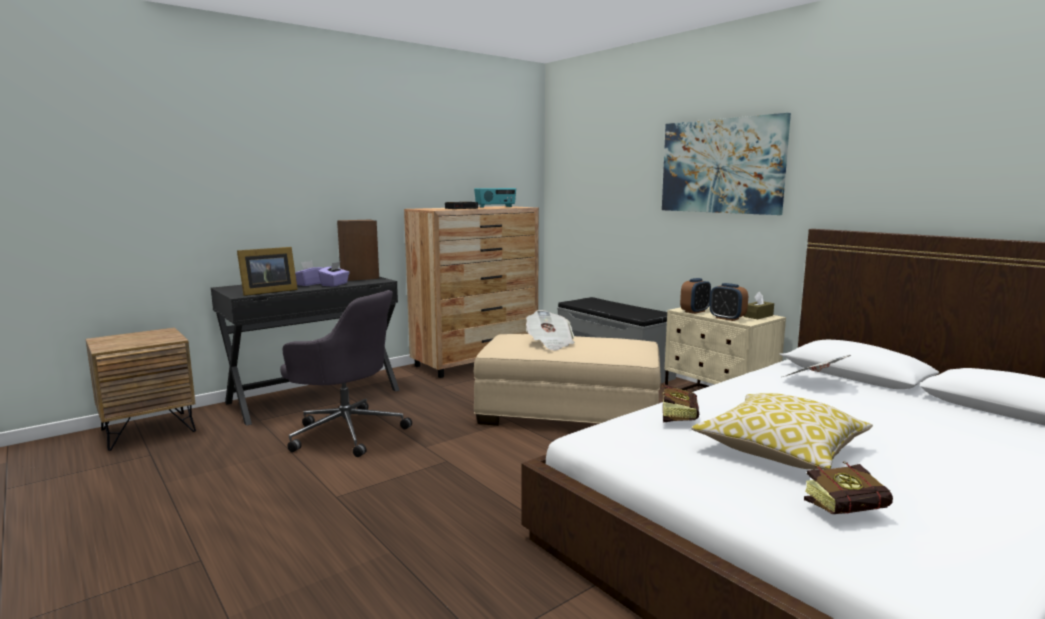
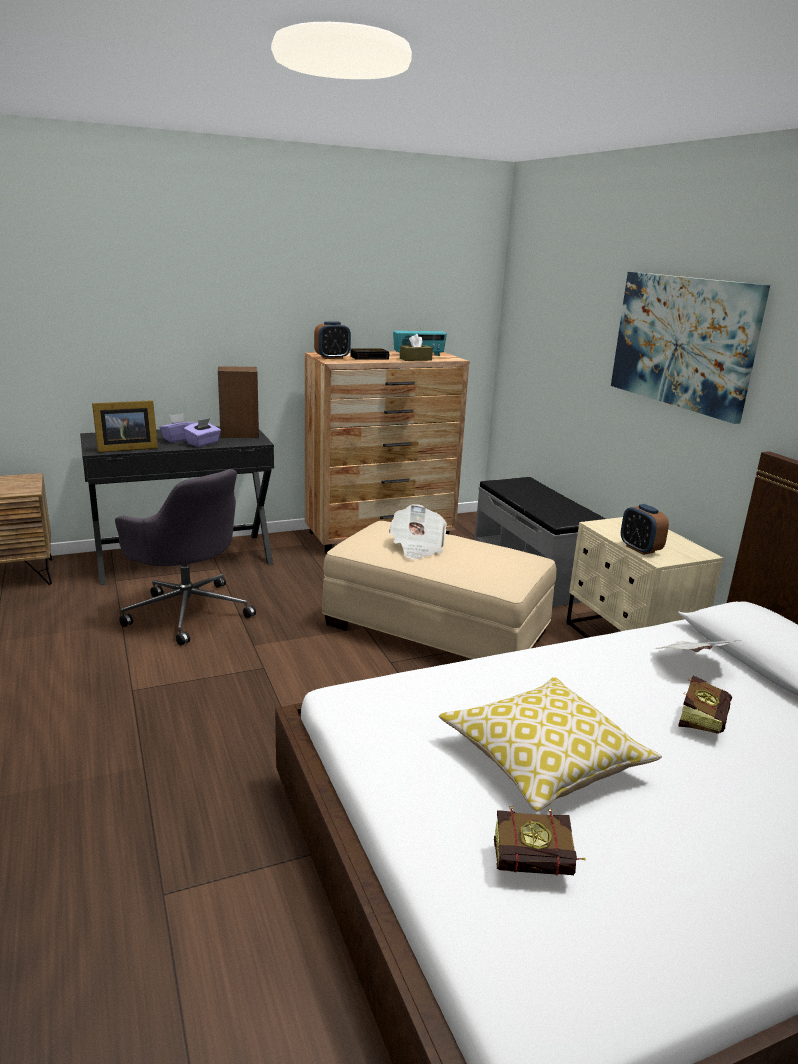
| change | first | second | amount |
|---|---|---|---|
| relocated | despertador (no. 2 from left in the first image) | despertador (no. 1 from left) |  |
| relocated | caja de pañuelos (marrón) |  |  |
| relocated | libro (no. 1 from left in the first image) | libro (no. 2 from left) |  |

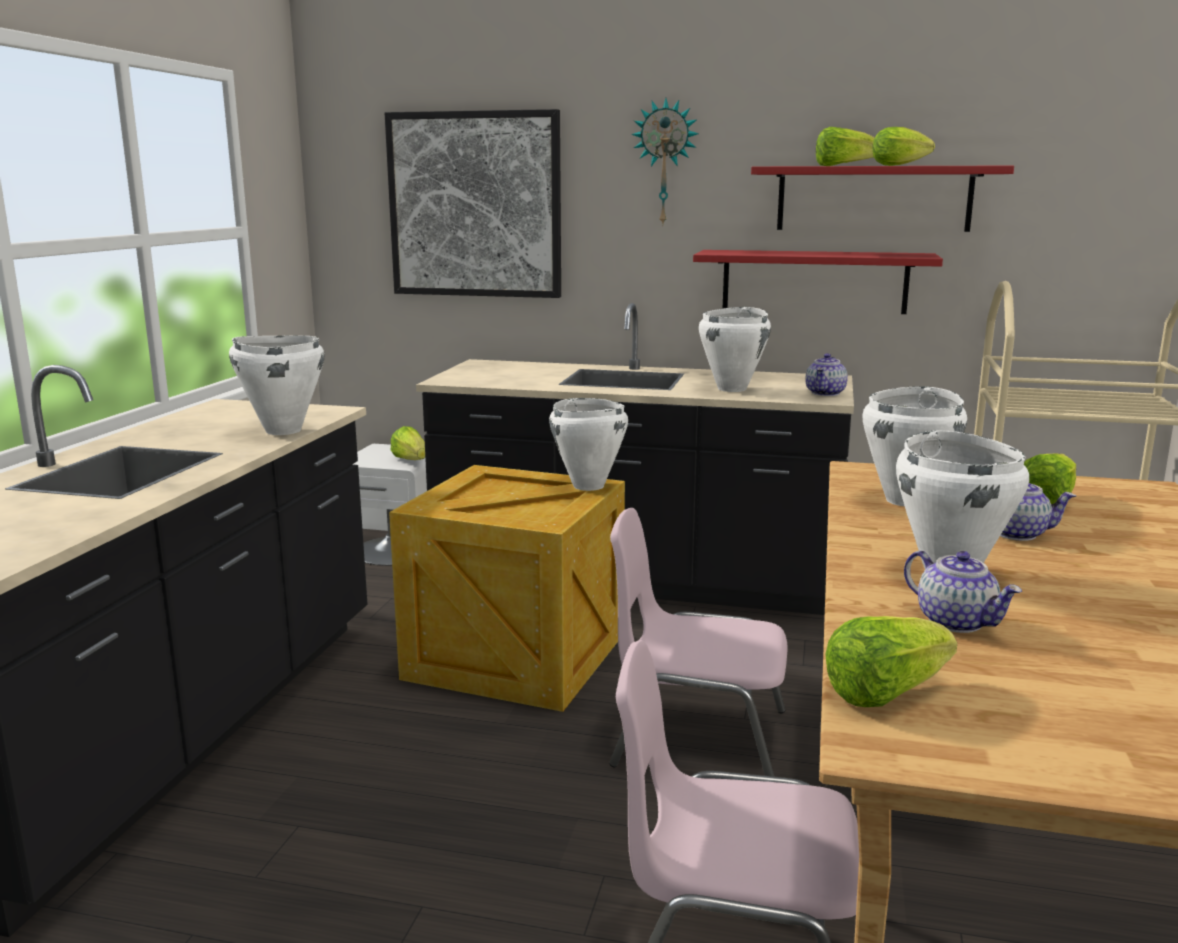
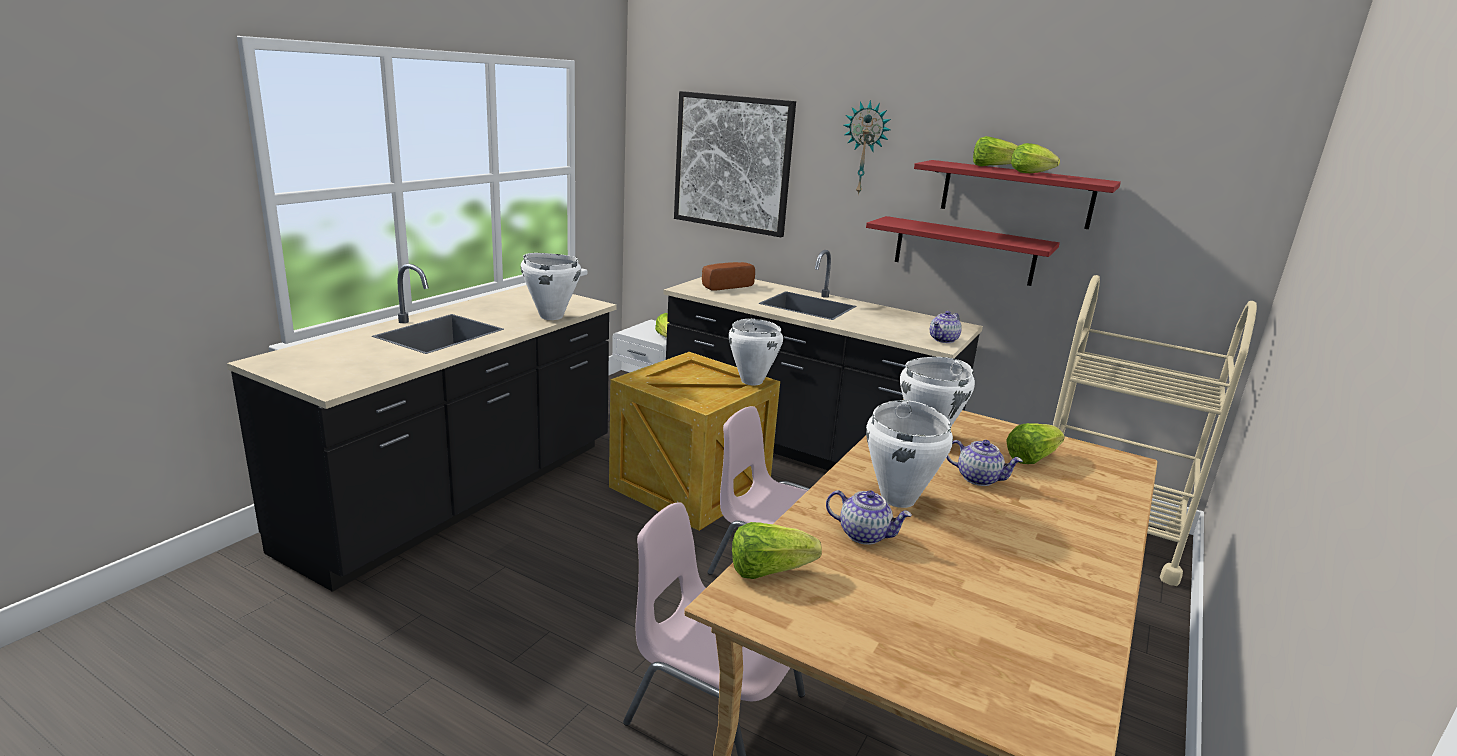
| change | first | second | amount |
|---|---|---|---|
| missing | olla (blanco) (no. 3 from left) |  |  |
| spun | tetera (no. 2 from left in the first image) | tetera (no. 1 from left) | 45 degrees counterclockwise |
| appeared |  | pan |  |

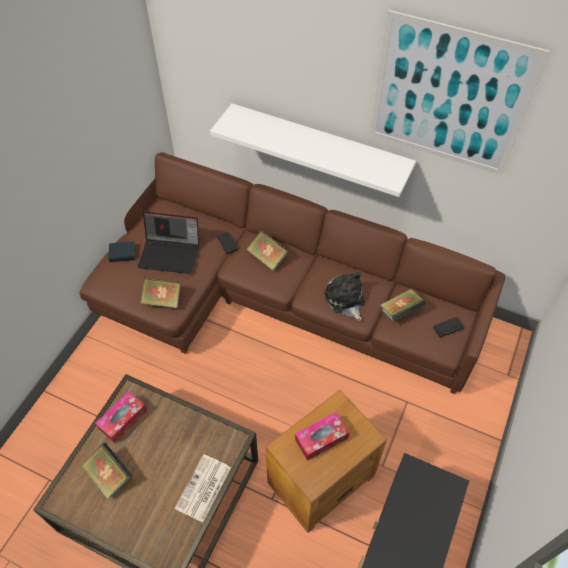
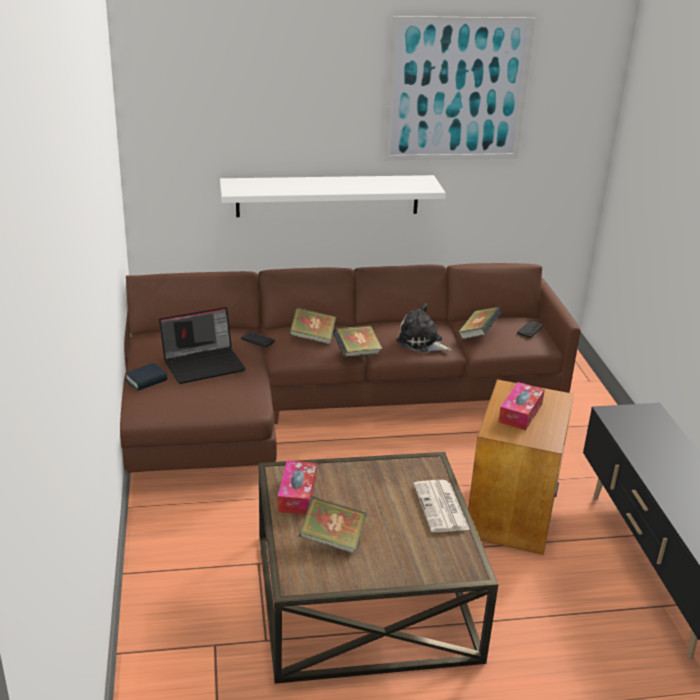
| change | first | second | amount |
|---|---|---|---|
| relocated | libro (no. 3 from left in the first image) | libro (no. 4 from left) |  |

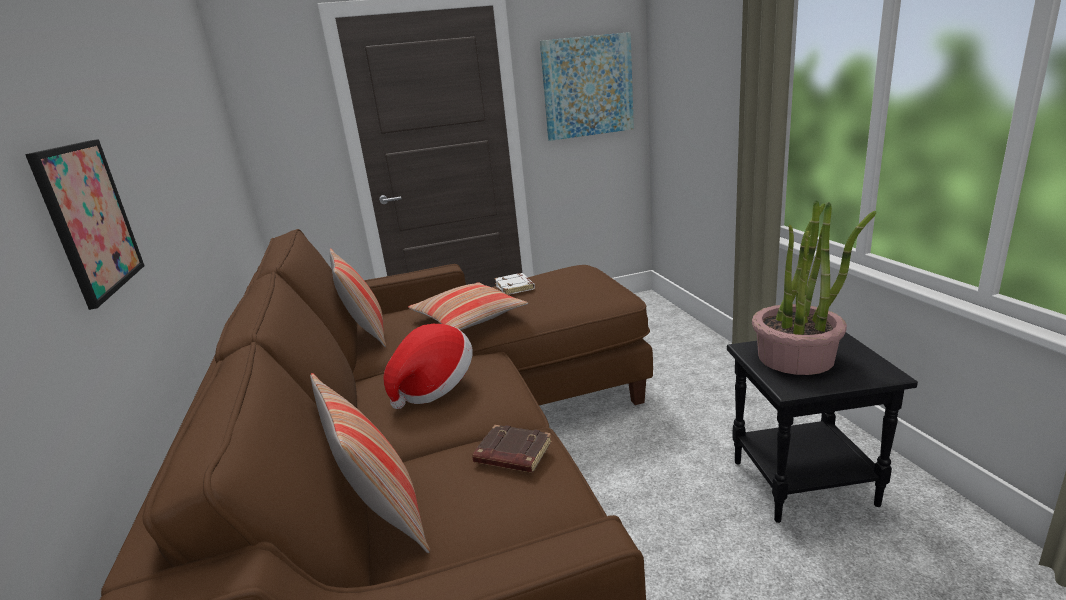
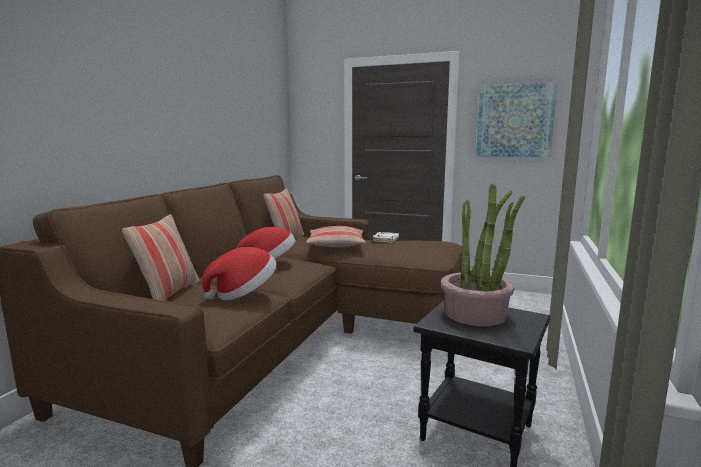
| change | first | second | amount |
|---|---|---|---|
| missing | cuadro (no. 1 from left) |  |  |
| exchanged | libro (marrón) | sombrero (no. 1 from left) |  |

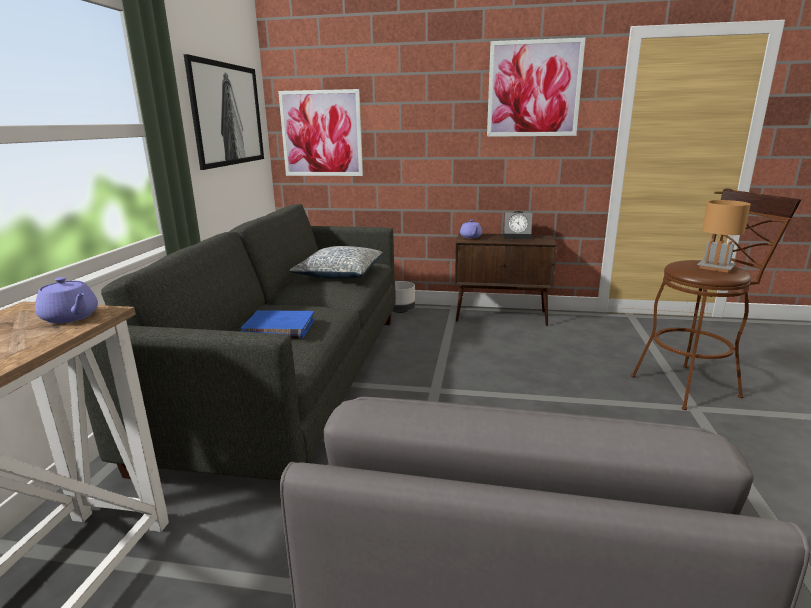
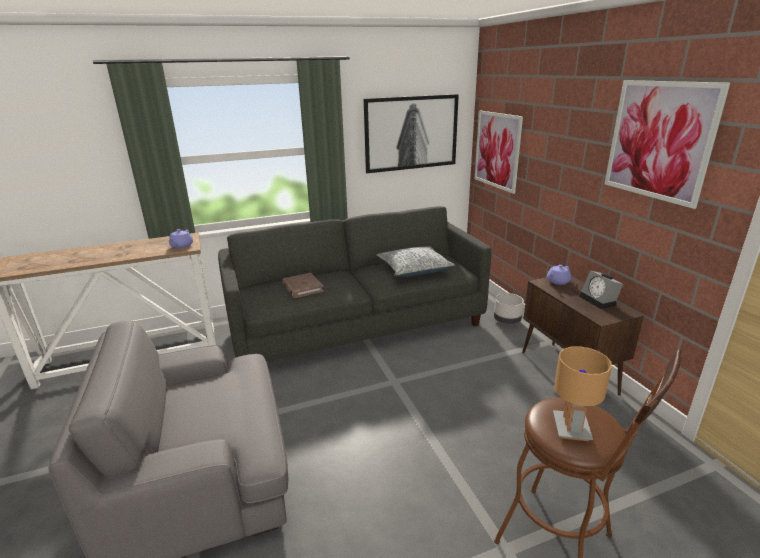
| change | first | second | amount |
|---|---|---|---|
| colour | libro (azul) | libro (marrón) |  |

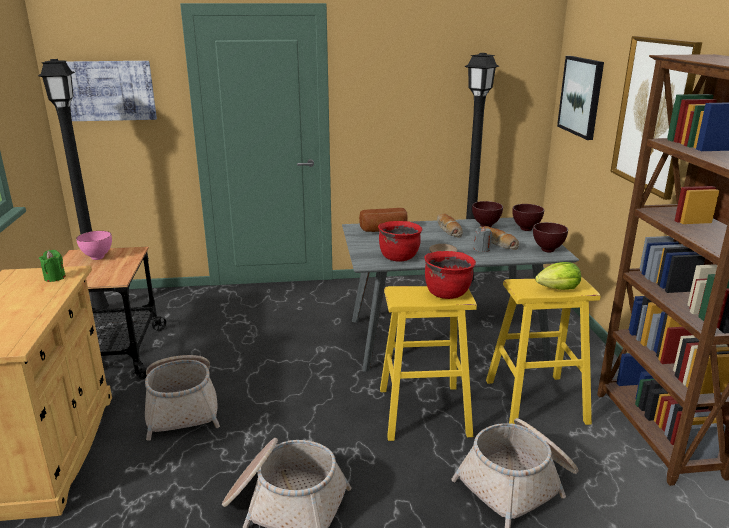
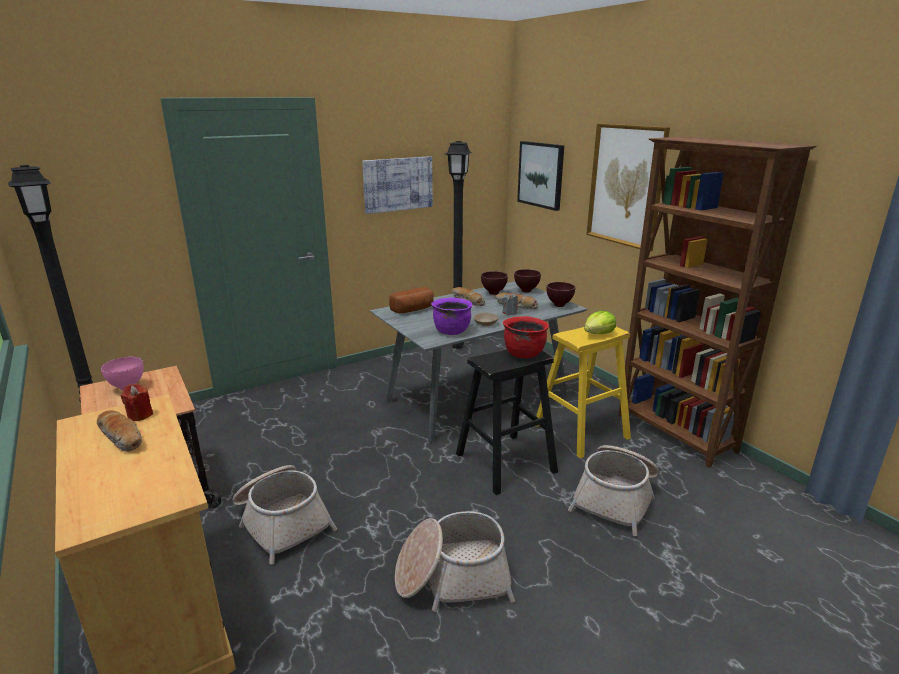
| change | first | second | amount |
|---|---|---|---|
| relocated | cuadro (no. 1 from left) |  |  |
| colour | olla (rojo) (no. 1 from left) | olla (morado) |  |
| colour | vela (verde) | vela (rojo) |  |
| colour | taburete (amarillo) (no. 1 from left) | taburete (negro) |  |
| appeared |  | pan (no. 1 from left) |  |

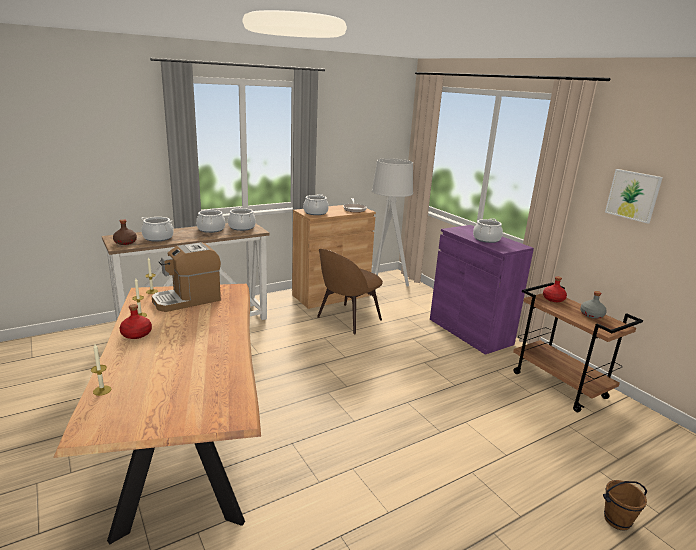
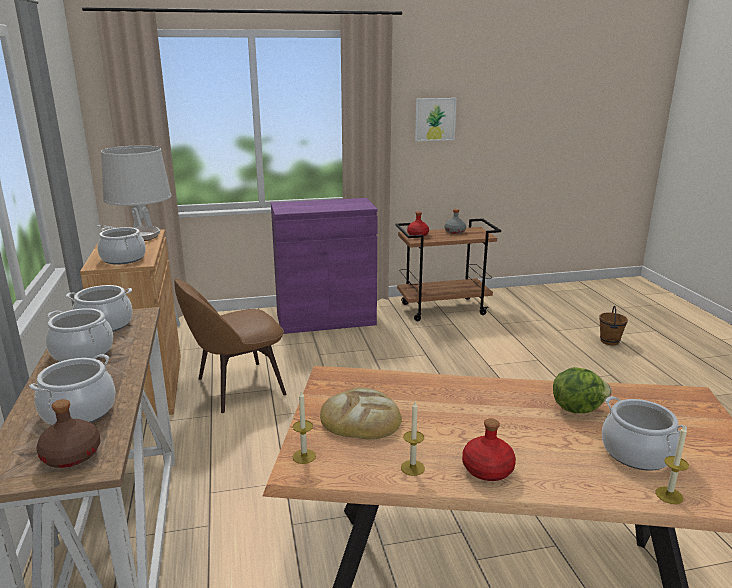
| change | first | second | amount |
|---|---|---|---|
| relocated | olla (no. 5 from left) |  |  |
| exchanged | cafetera | pan |  |
| spun | silla (marrón) |  | 90 degrees clockwise |
| appeared |  | lechuga |  |

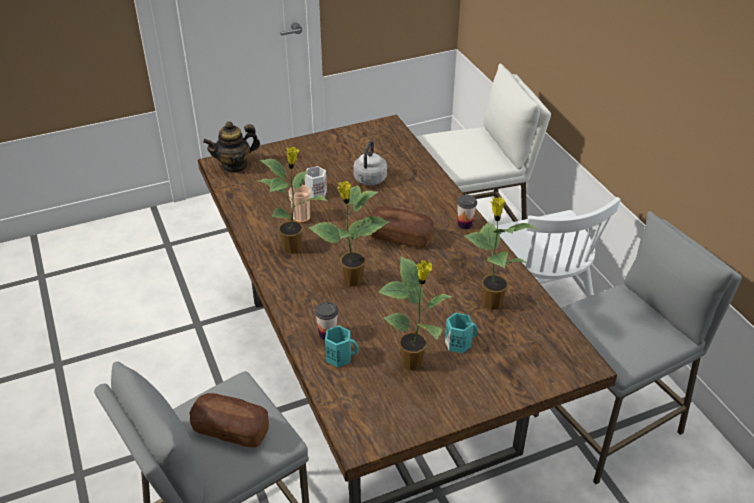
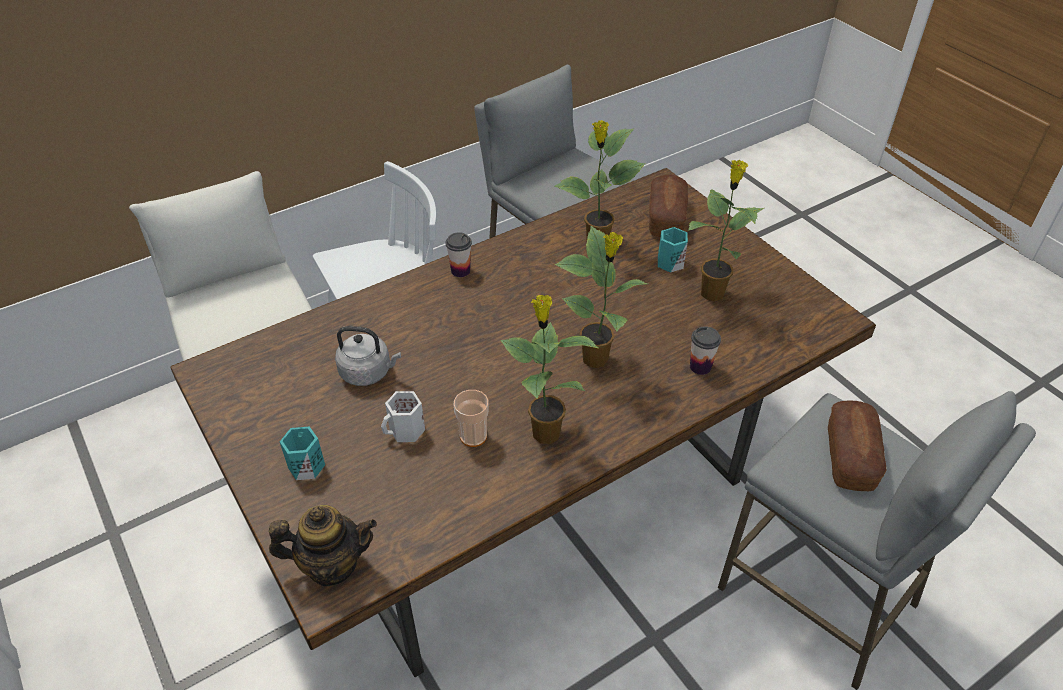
| change | first | second | amount |
|---|---|---|---|
| spun | tetera |  | 60 degrees counterclockwise |
| relocated | pan (no. 2 from left in the first image) | pan (no. 1 from left) |  |
| relocated | taza grande (turquesa) (no. 1 from left) |  |  |

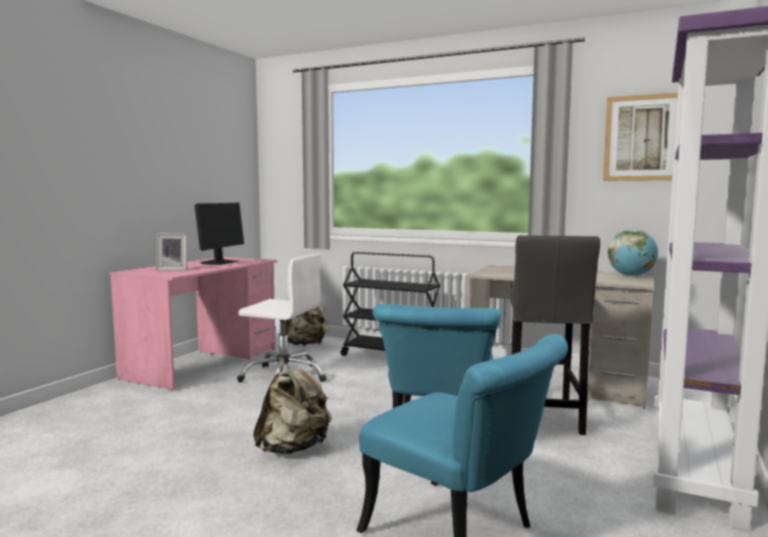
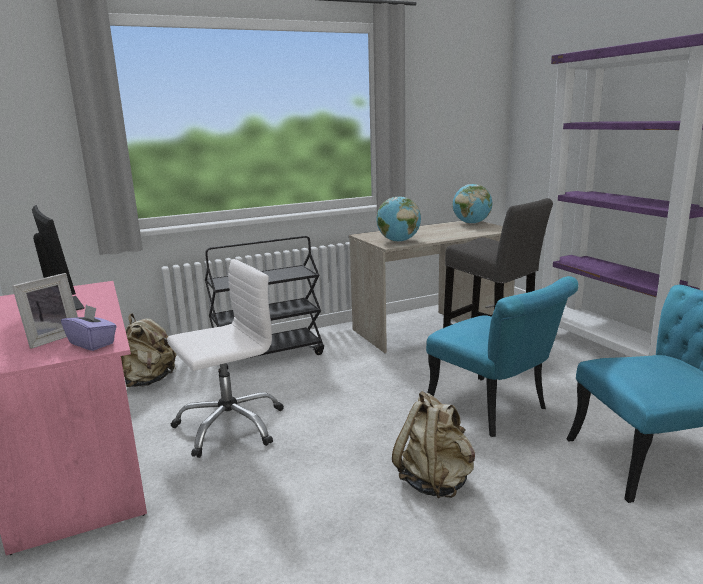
| change | first | second | amount |
|---|---|---|---|
| missing | cuadro |  |  |
| appeared |  | globo terráqueo (no. 1 from left) |  |
| appeared |  | caja de pañuelos (morado) |  |

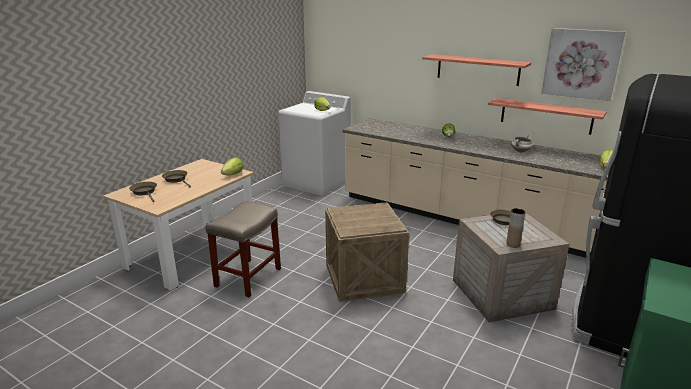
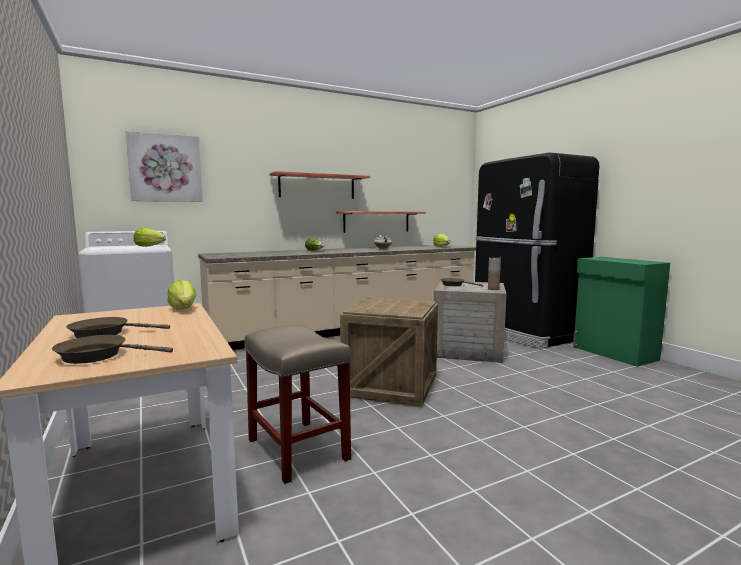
| change | first | second | amount |
|---|---|---|---|
| relocated | cuadro |  |  |

